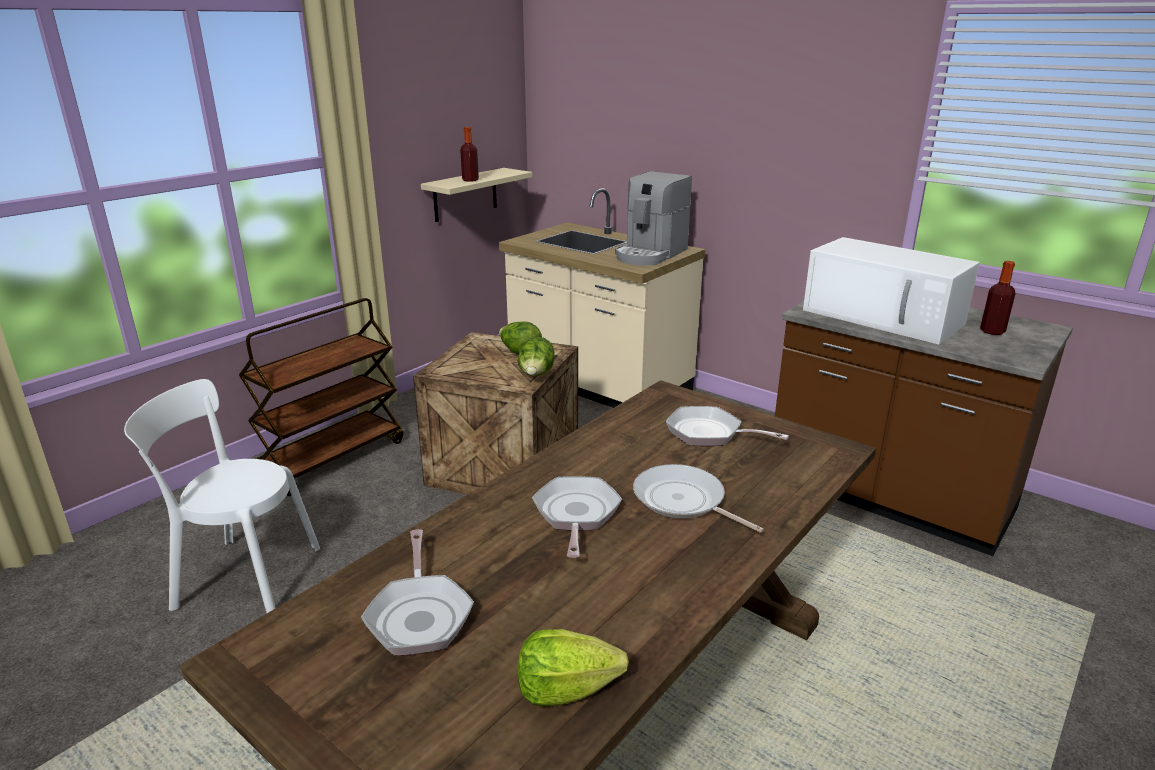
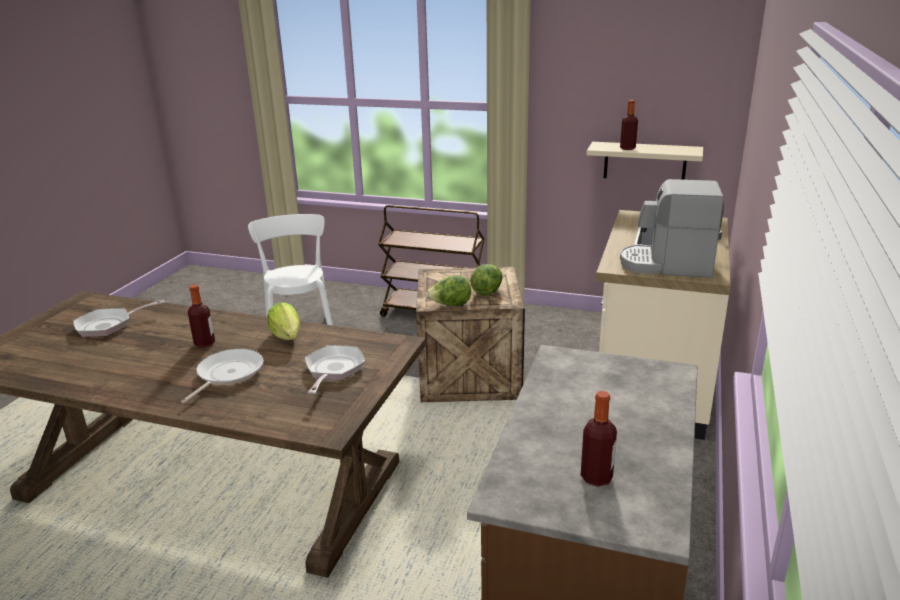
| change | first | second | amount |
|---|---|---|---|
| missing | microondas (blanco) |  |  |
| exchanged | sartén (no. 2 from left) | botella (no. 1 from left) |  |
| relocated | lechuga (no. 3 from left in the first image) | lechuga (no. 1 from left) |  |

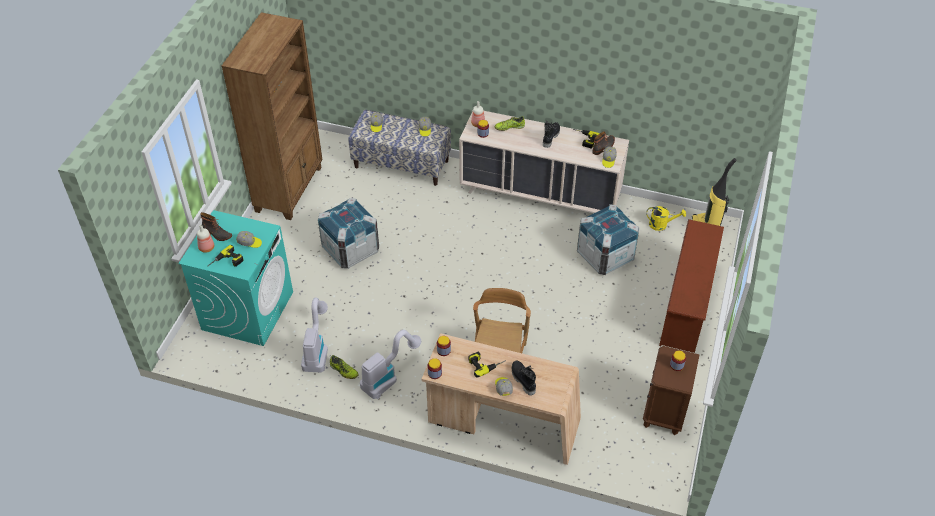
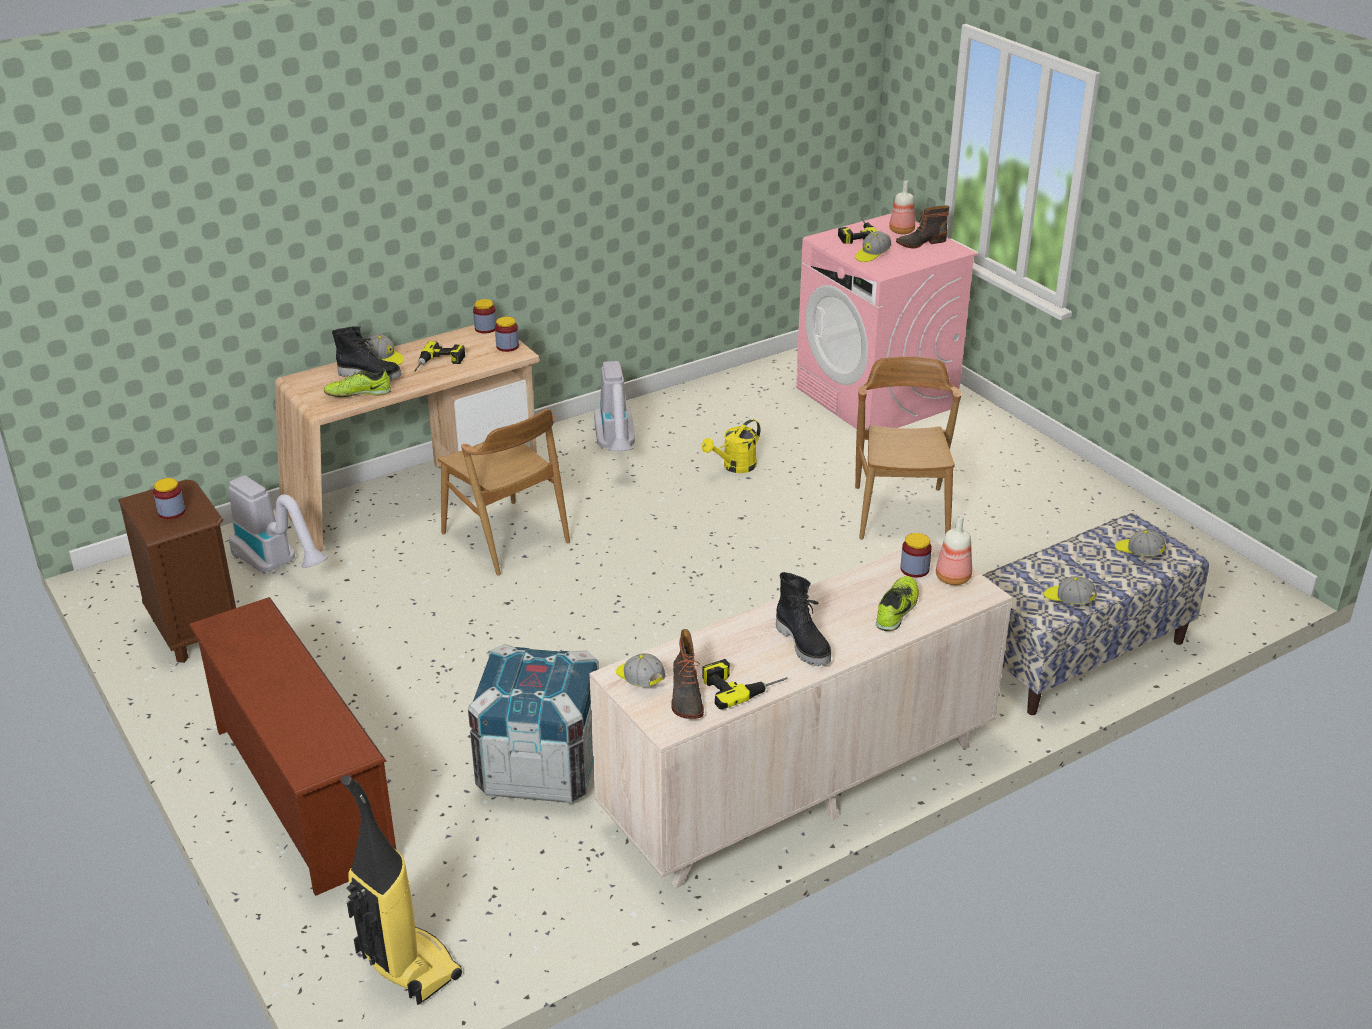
| change | first | second | amount |
|---|---|---|---|
| missing | estantería (marrón) |  |  |
| exchanged | caja de embalaje (no. 1 from left) | silla (marrón) (no. 2 from left) |  |
| relocated | regadera (amarillo) |  |  |
| colour | lavadora (turquesa) | lavadora (rosa) |  |
| relocated | aspiradora (no. 1 from left) |  |  |
| relocated | zapato (no. 1 from left) |  |  |

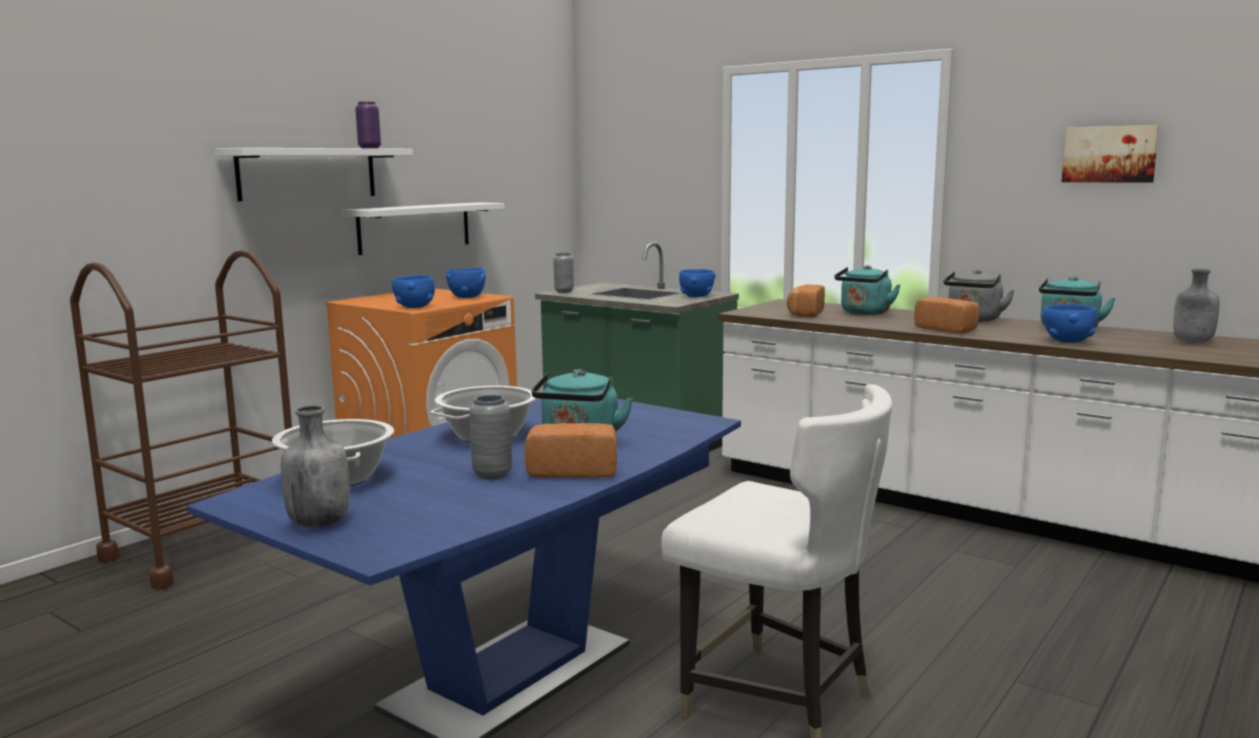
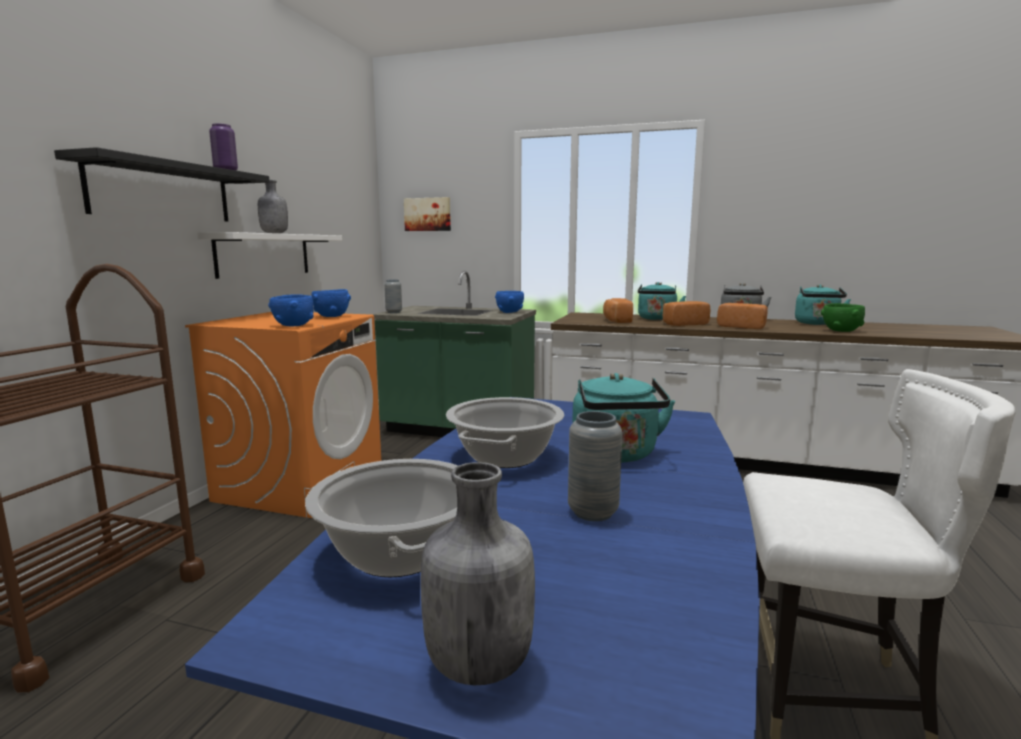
| change | first | second | amount |
|---|---|---|---|
| relocated | cuadro |  |  |
| colour | estante (blanco) (no. 1 from left) | estante (negro) |  |
| relocated | botella (gris) (no. 2 from left in the first image) | botella (gris) (no. 1 from left) |  |
| colour | cuenco (azul) (no. 4 from left) | cuenco (verde) |  |
| relocated | pan (no. 1 from left in the first image) | pan (no. 2 from left) |  |

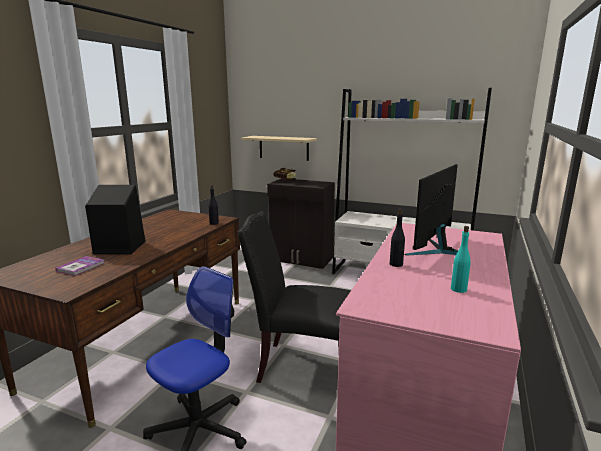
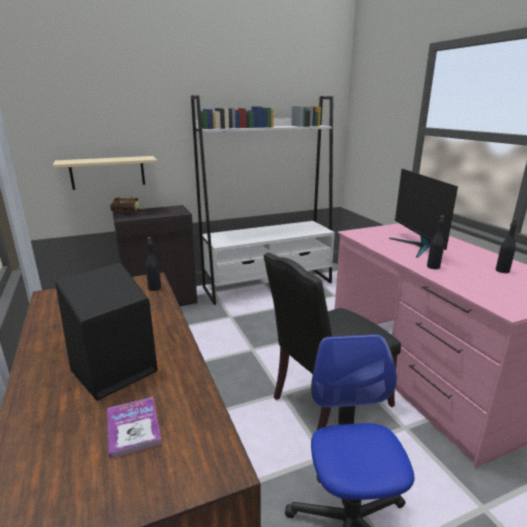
| change | first | second | amount |
|---|---|---|---|
| colour | botella (turquesa) | botella (negro) (no. 3 from left) |  |

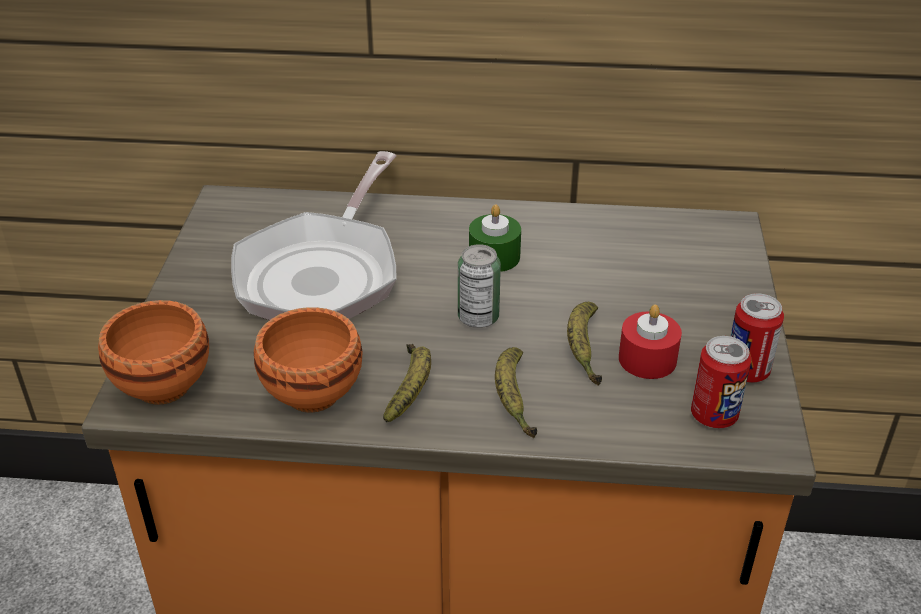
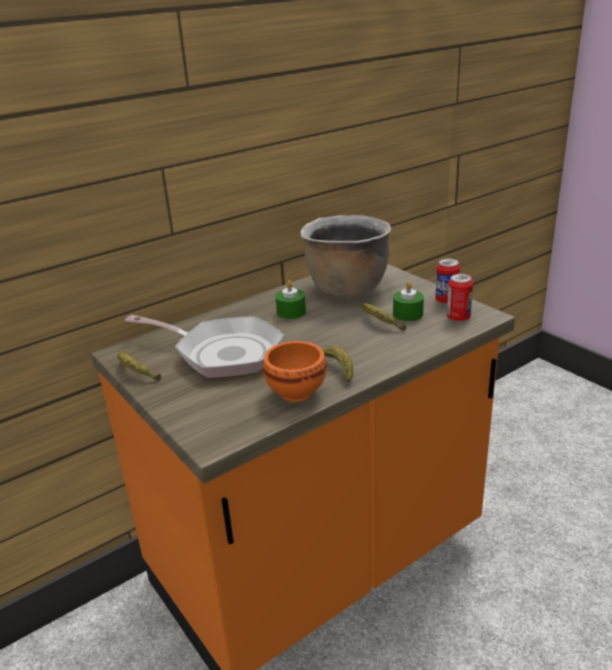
| change | first | second | amount |
|---|---|---|---|
| spun | sartén |  | 45 degrees counterclockwise |
| missing | lata (no. 1 from left) |  |  |
| missing | cuenco (naranja) (no. 1 from left) |  |  |
| colour | vela (rojo) | vela (verde) (no. 2 from left) |  |
| relocated | plátano (no. 2 from left in the first image) | plátano (no. 1 from left) |  |
| appeared |  | olla (marrón) |  |

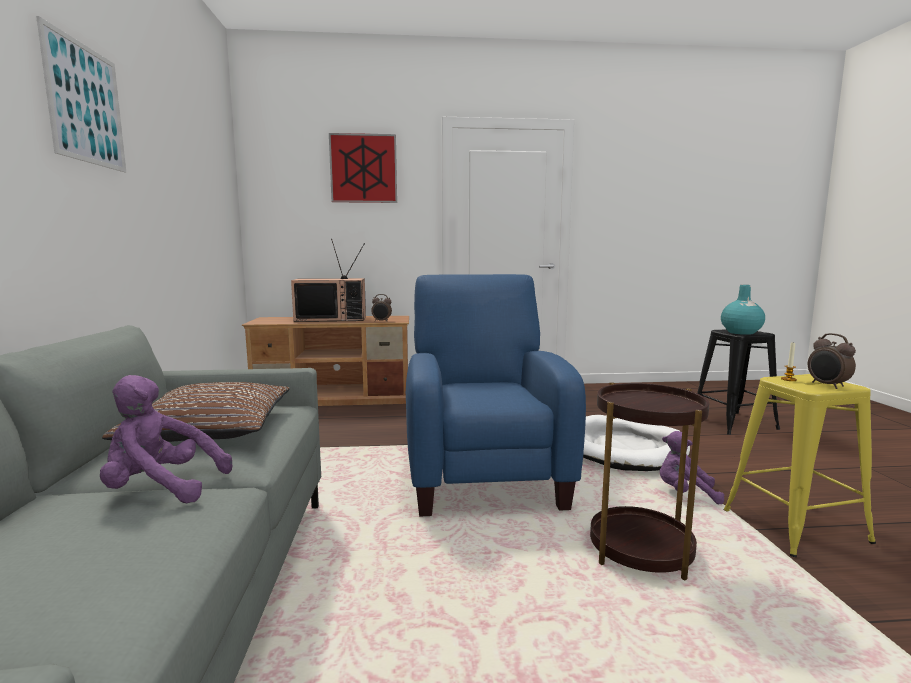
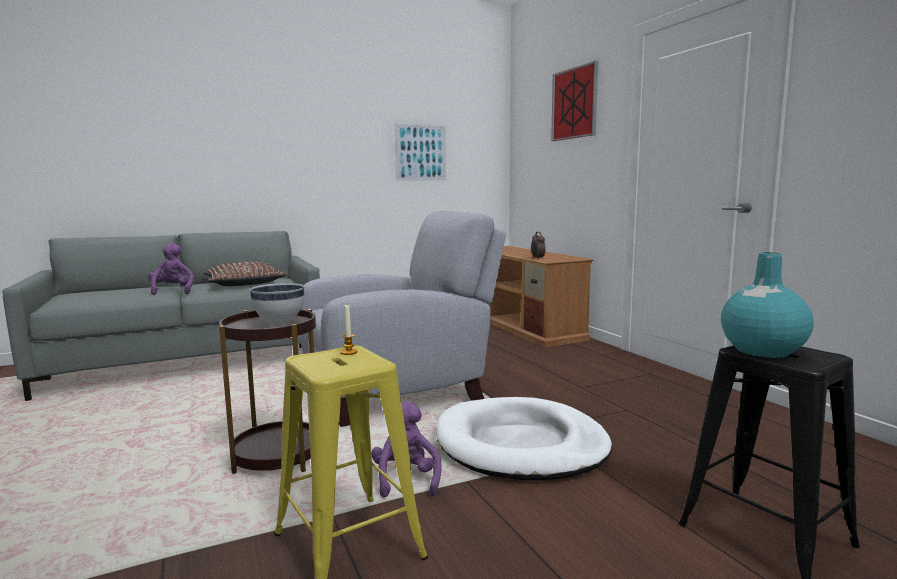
| change | first | second | amount |
|---|---|---|---|
| relocated | cuadro (no. 1 from left) |  |  |
| missing | televisor |  |  |
| colour | sillón (azul) | sillón (gris) |  |
| missing | despertador (no. 2 from left) |  |  |
| appeared |  | cuenco (blanco) |  |

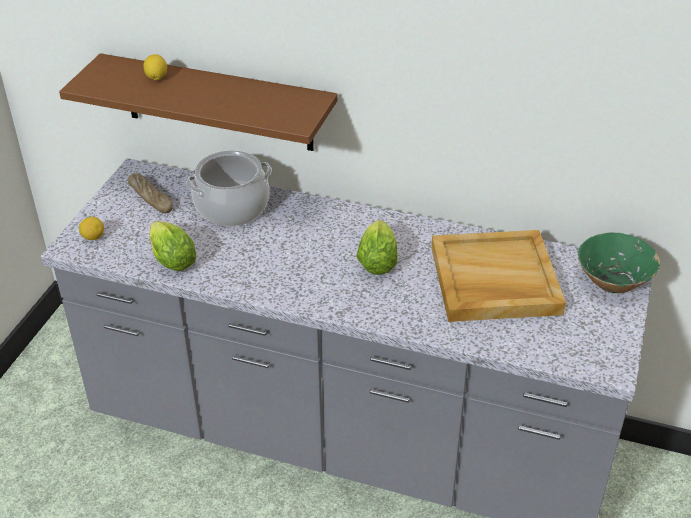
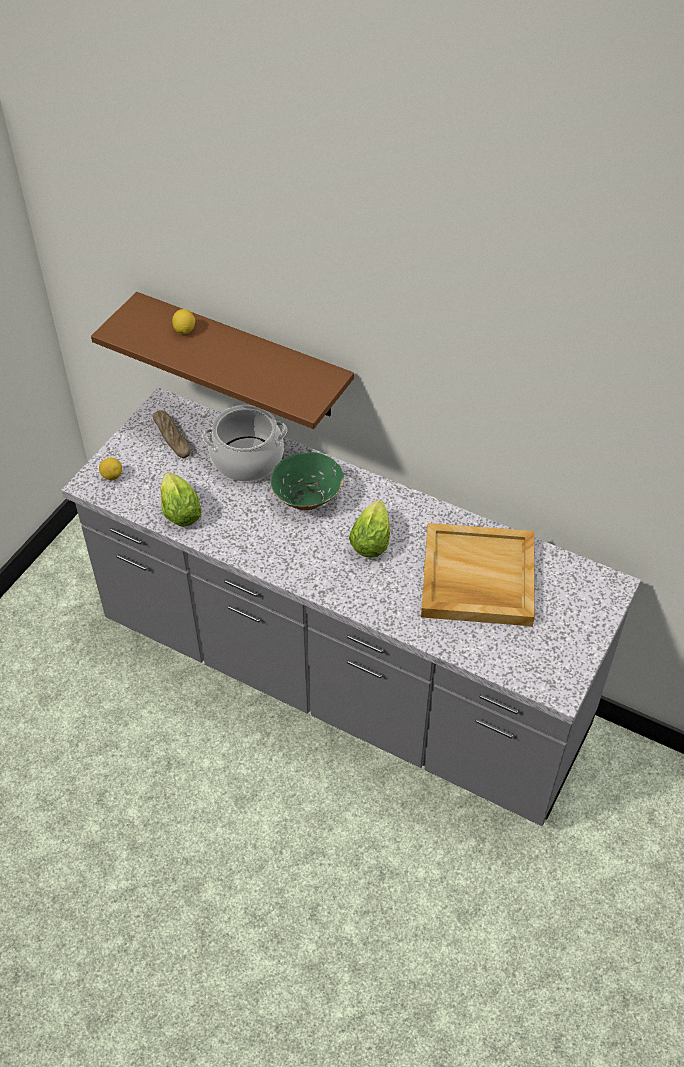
| change | first | second | amount |
|---|---|---|---|
| relocated | cuenco (verde) |  |  |

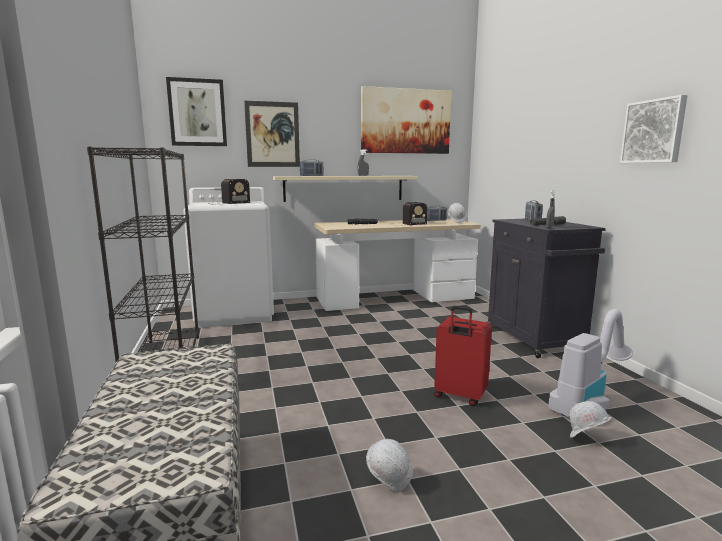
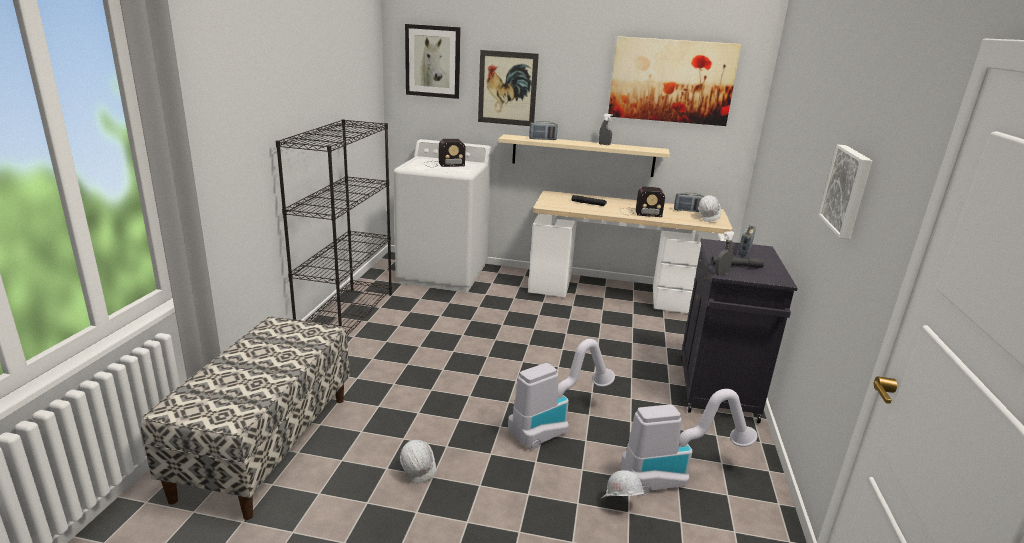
| change | first | second | amount |
|---|---|---|---|
| exchanged | maleta (rojo) | aspiradora (no. 1 from left) |  |

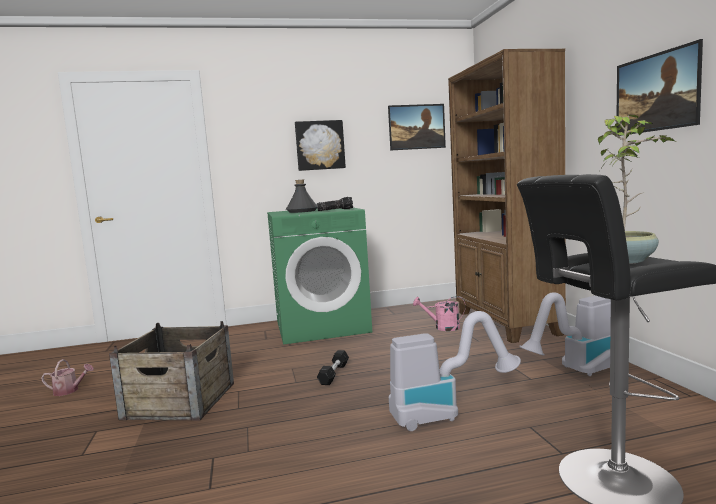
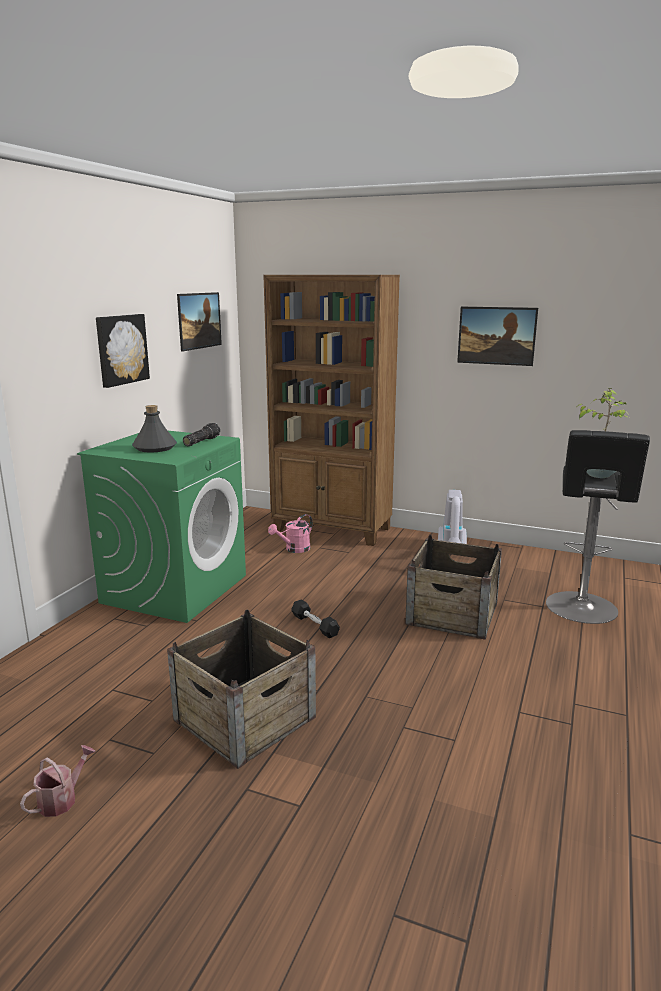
| change | first | second | amount |
|---|---|---|---|
| exchanged | aspiradora (no. 1 from left) | caja de embalaje (no. 2 from left) |  |

